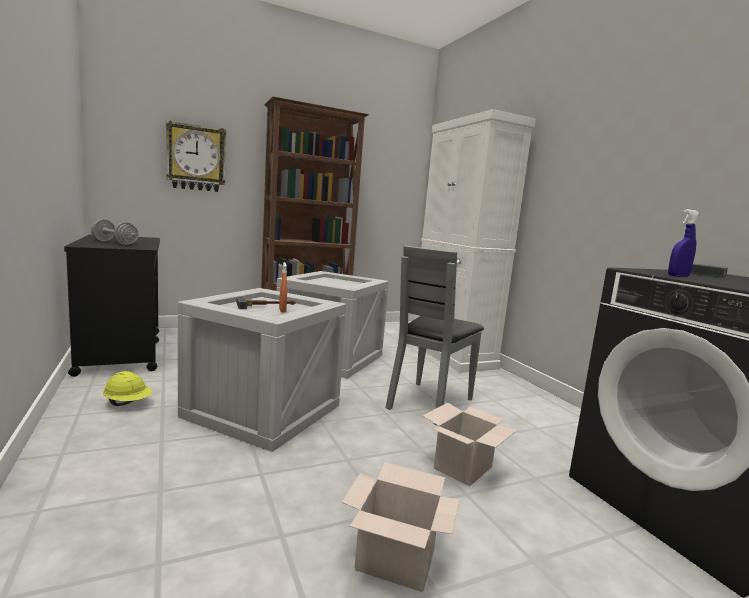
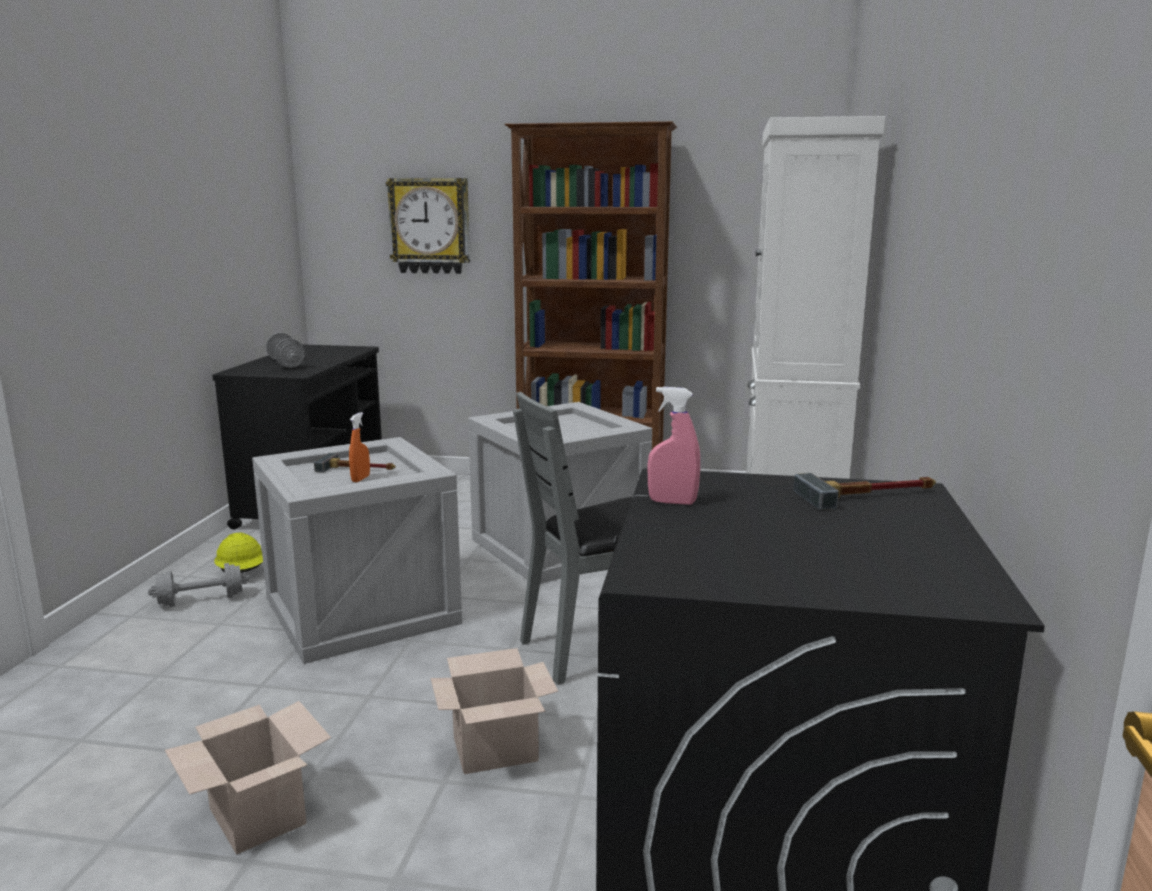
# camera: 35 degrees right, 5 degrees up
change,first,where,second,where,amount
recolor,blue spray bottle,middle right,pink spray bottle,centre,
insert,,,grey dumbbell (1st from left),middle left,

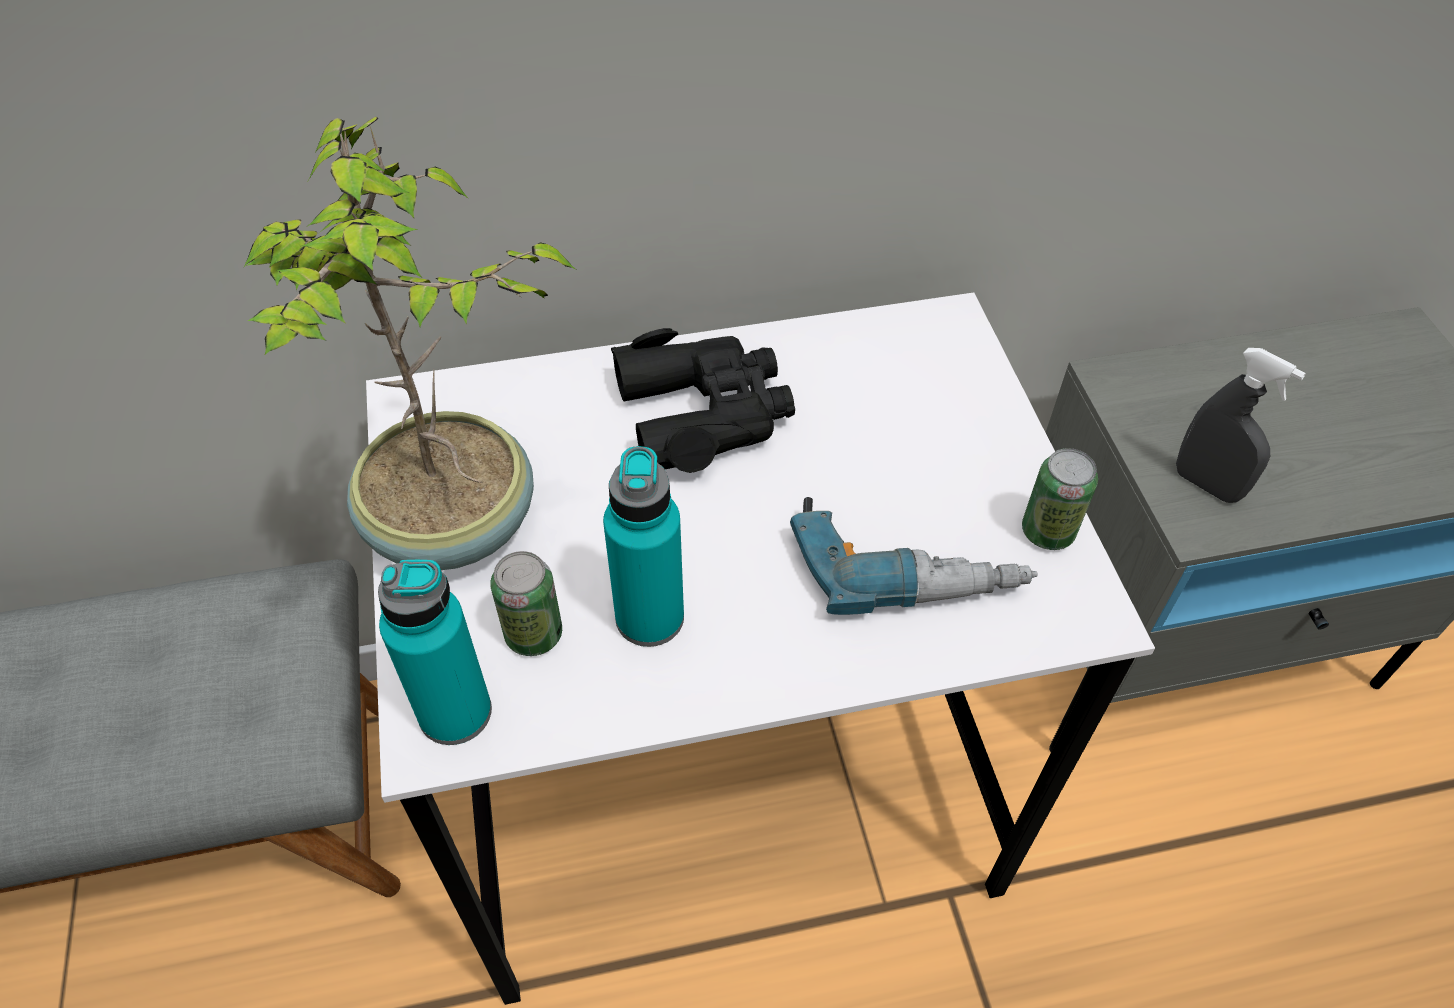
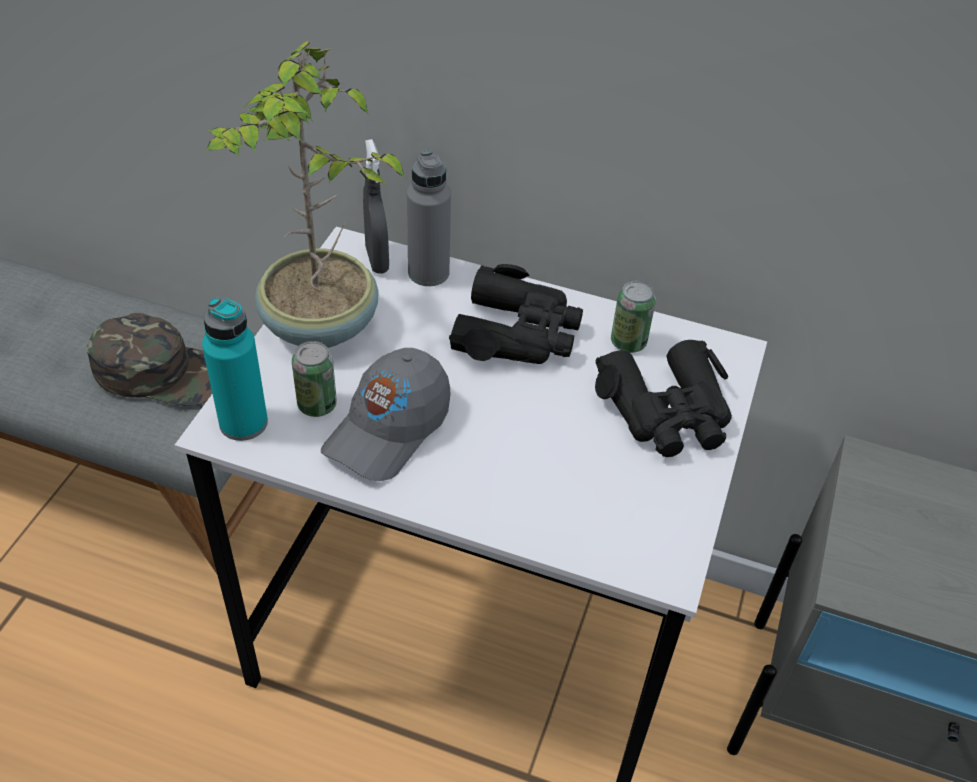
# camera: 30 degrees right, 5 degrees down
change,first,where,second,where,amount
replace,turquoise bottle (2nd from left),centre,grey cap,centre,
delete,power drill,centre,,,
move,can (2nd from left),middle right,,centre,
move,grey spray bottle,middle right,,top centre,
insert,,,green cap,middle left,
insert,,,grey bottle,top centre,
insert,,,black binoculars (2nd from left),middle right,

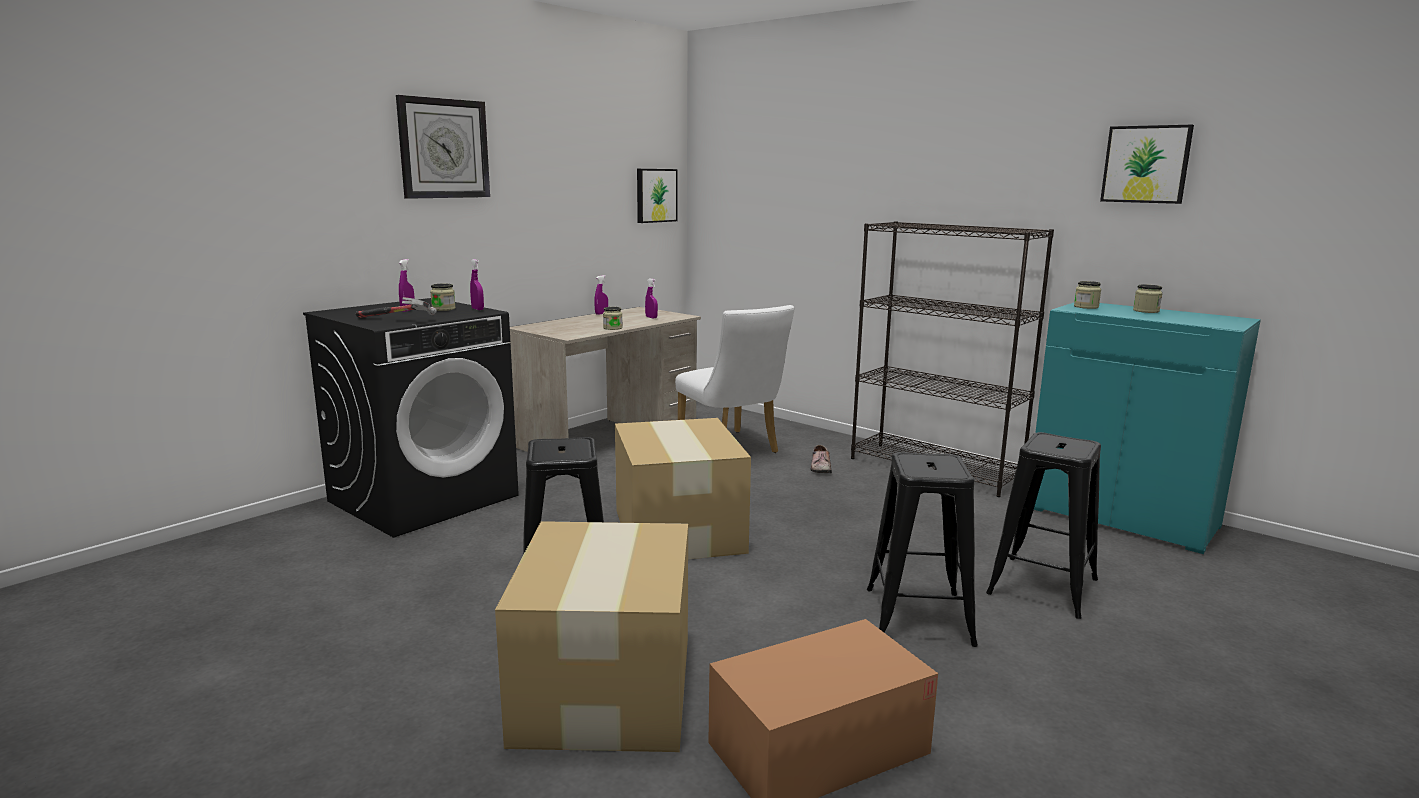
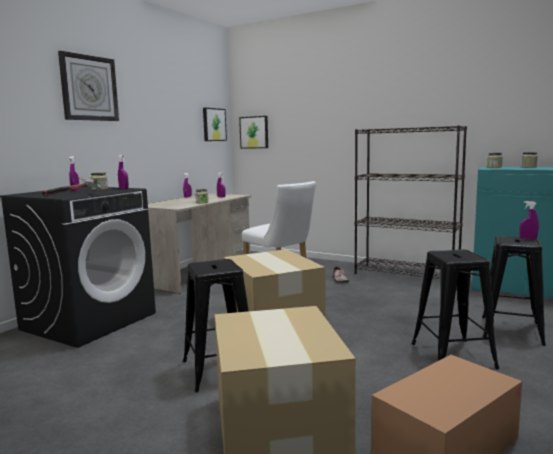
# camera: 10 degrees left, 5 degrees down
change,first,where,second,where,amount
move,picture (2nd from left),top right,,top centre,
insert,,,purple spray bottle (5th from left),middle right,

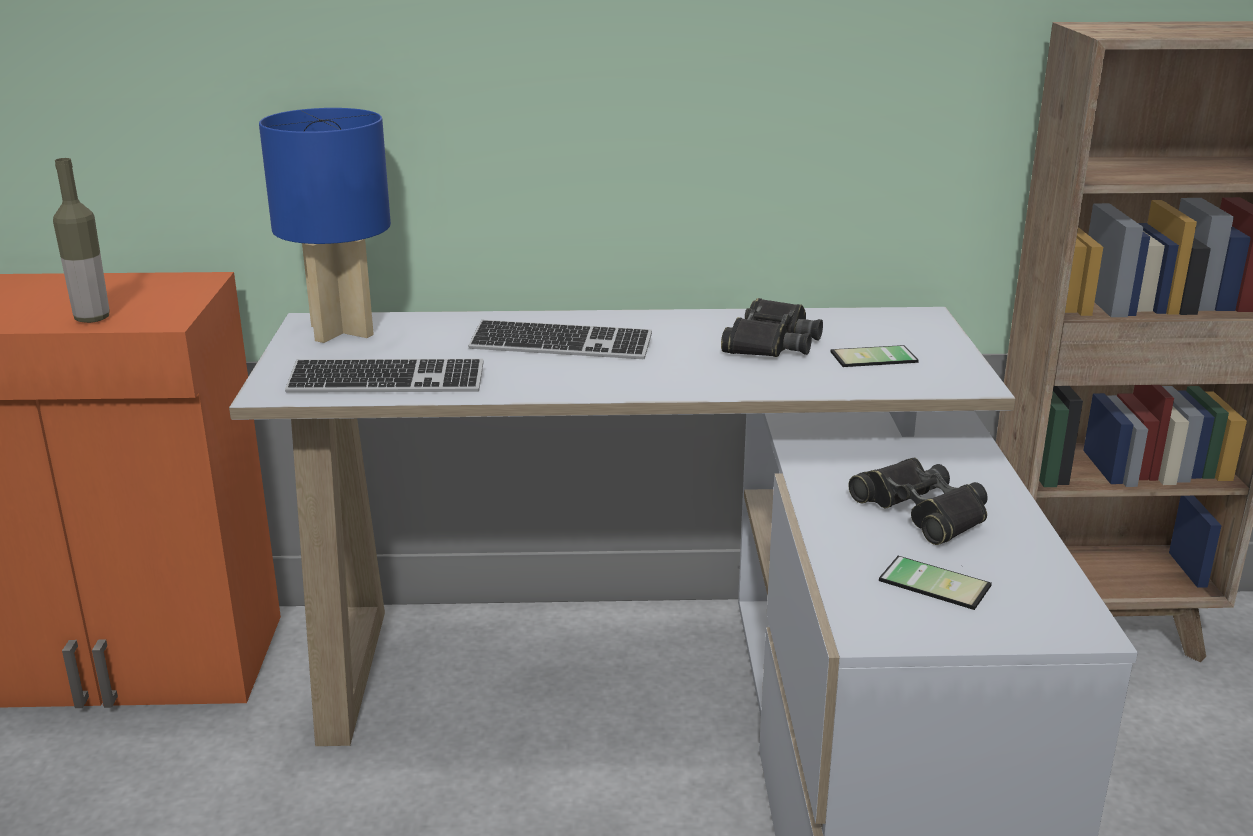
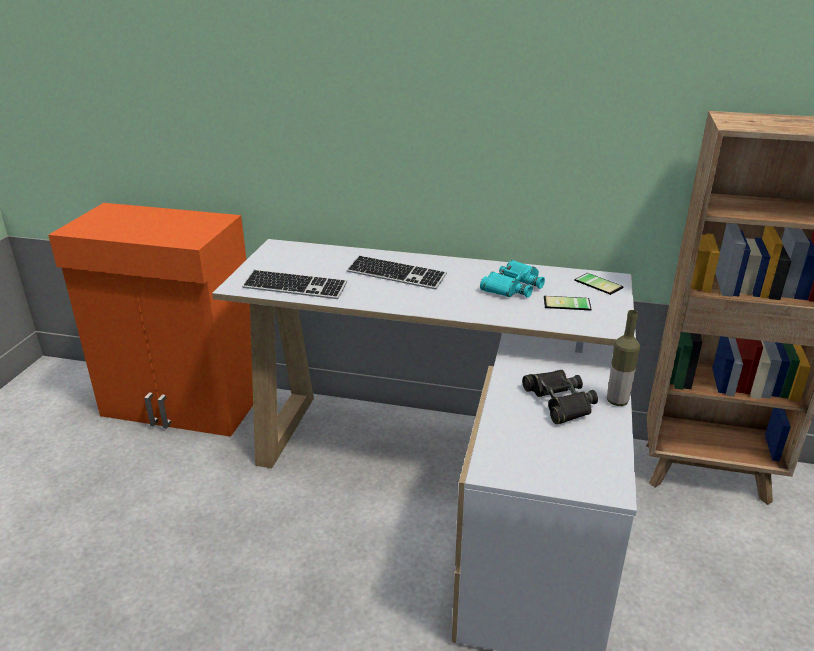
# camera: 15 degrees right, 5 degrees up
change,first,where,second,where,amount
move,bottle,top left,,middle right,
delete,blue table lamp,top left,,,
recolor,black binoculars (1st from left),centre,turquoise binoculars,centre,
move,phone (2nd from left),bottom right,,middle right,

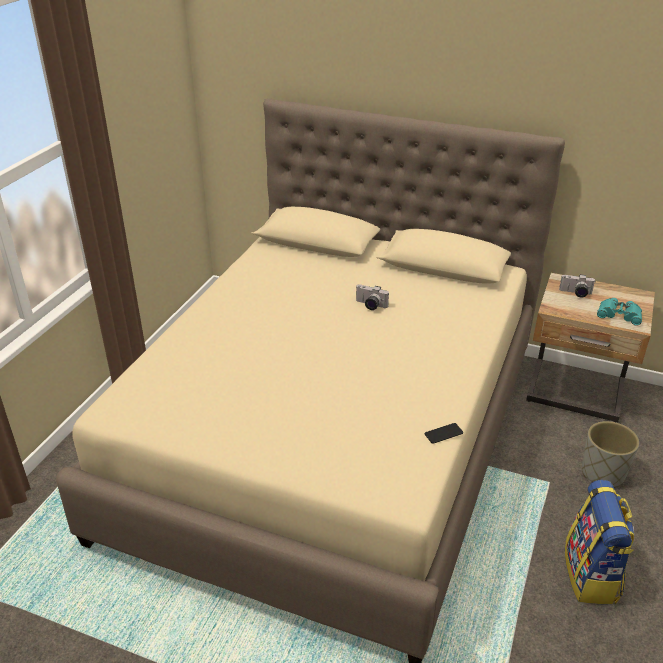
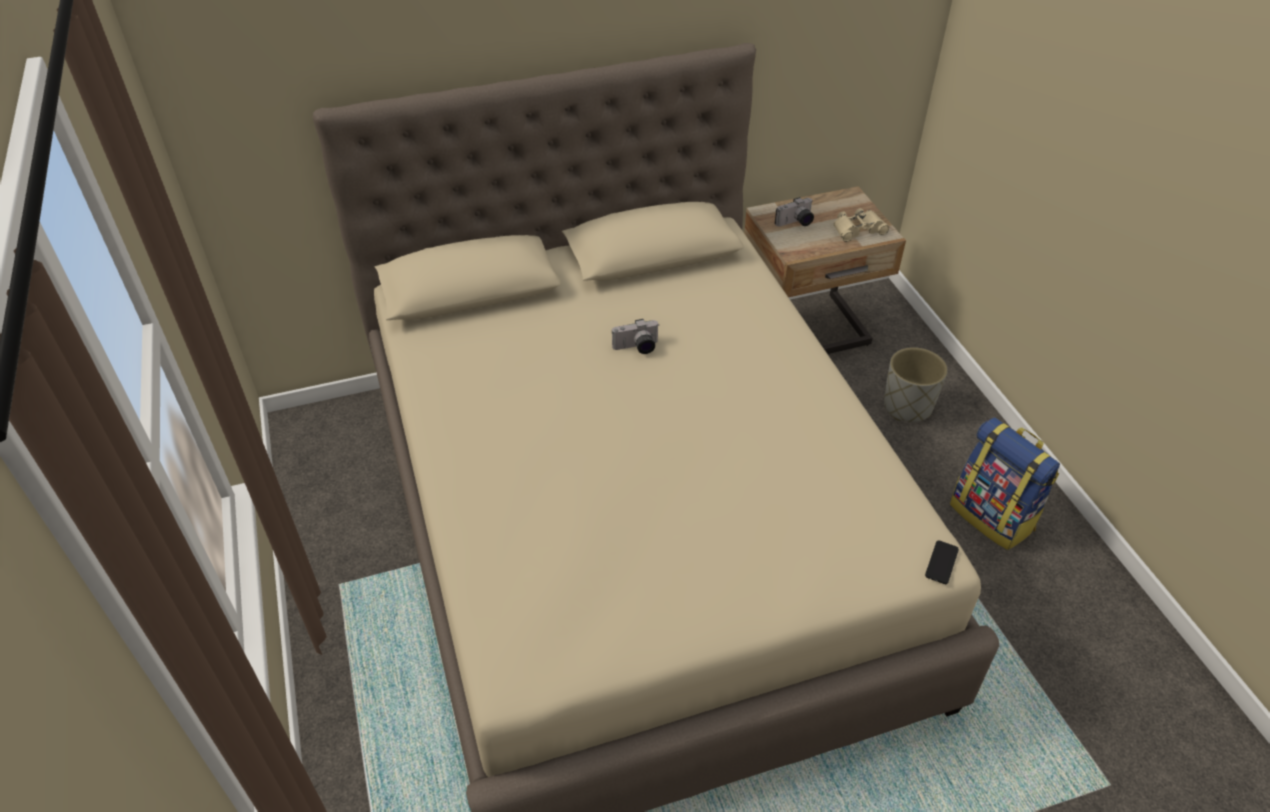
# camera: 40 degrees left, 10 degrees up
change,first,where,second,where,amount
move,phone,middle right,,bottom right,
recolor,turquoise binoculars,middle right,beige binoculars,top right,

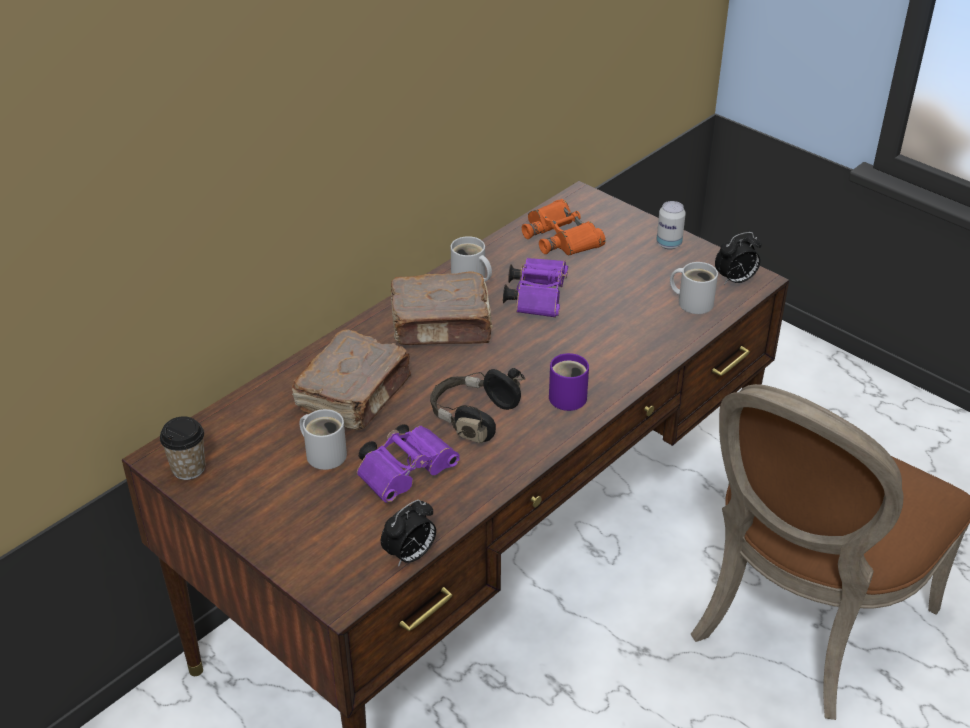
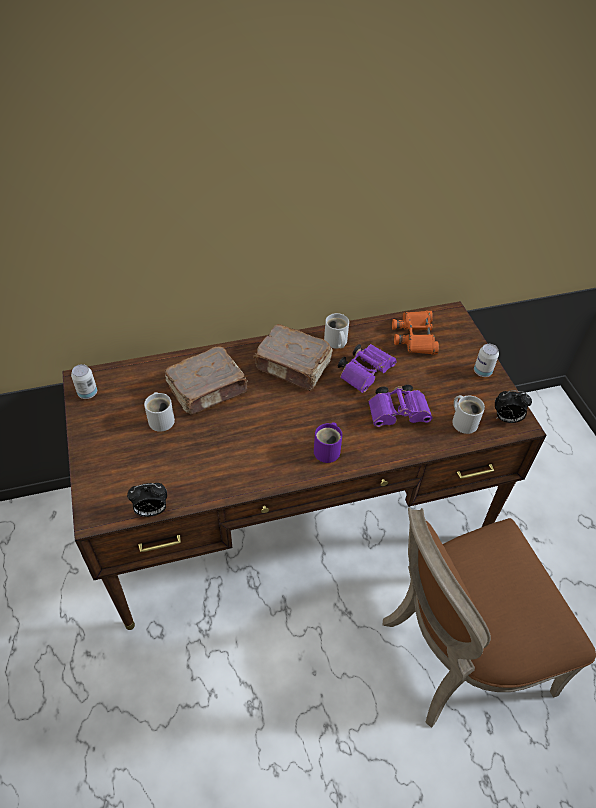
# camera: 30 degrees right, 10 degrees up
change,first,where,second,where,amount
replace,cup,middle left,can (1st from left),middle left,
move,purple binoculars (1st from left in the first image),centre,purple binoculars (2nd from left),middle right,
delete,black headphones,centre,,,

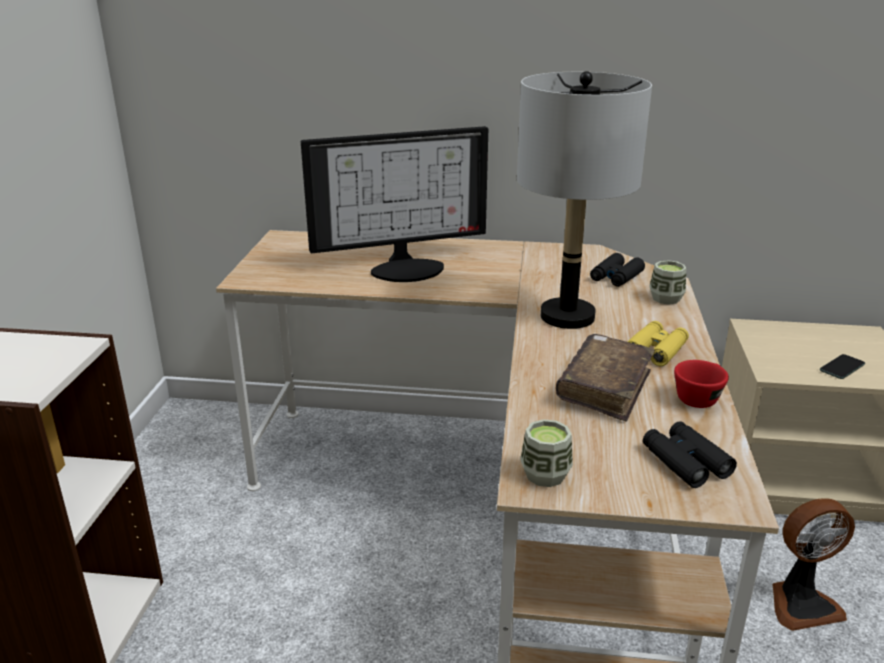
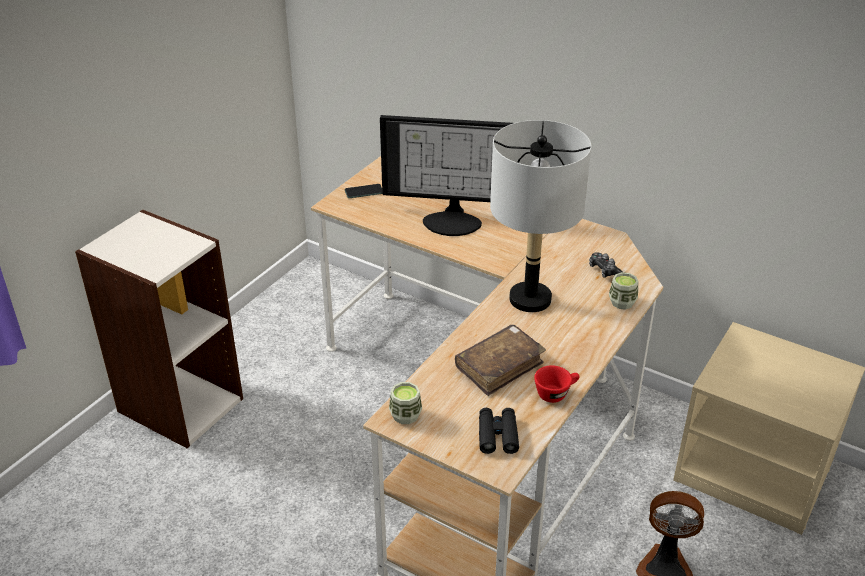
# camera: 25 degrees right, 10 degrees up
change,first,where,second,where,amount
replace,black binoculars (1st from left),middle right,game controller,middle right,
delete,yellow binoculars,middle right,,,
move,phone,middle right,,top centre,

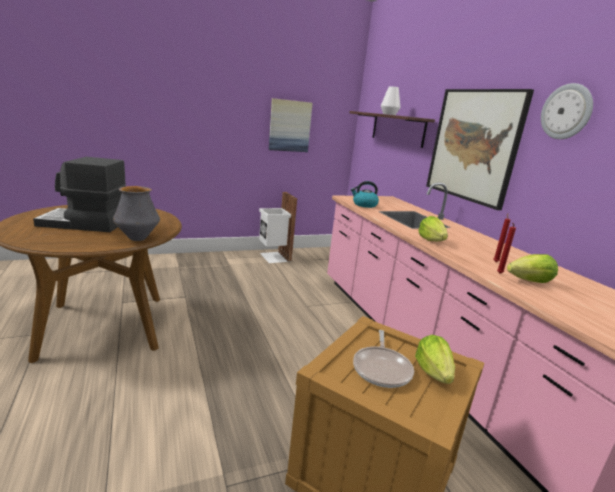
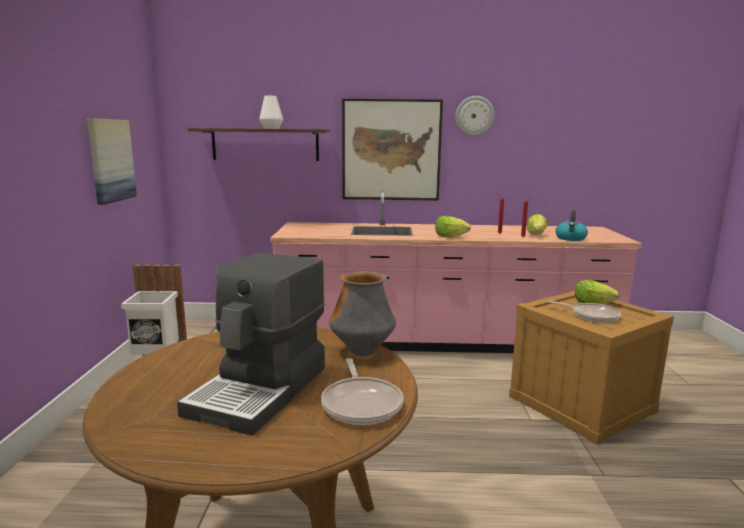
# camera: 65 degrees left, 5 degrees down
change,first,where,second,where,amount
move,kettle,centre,,middle right,
insert,,,frying pan (1st from left),bottom centre,

